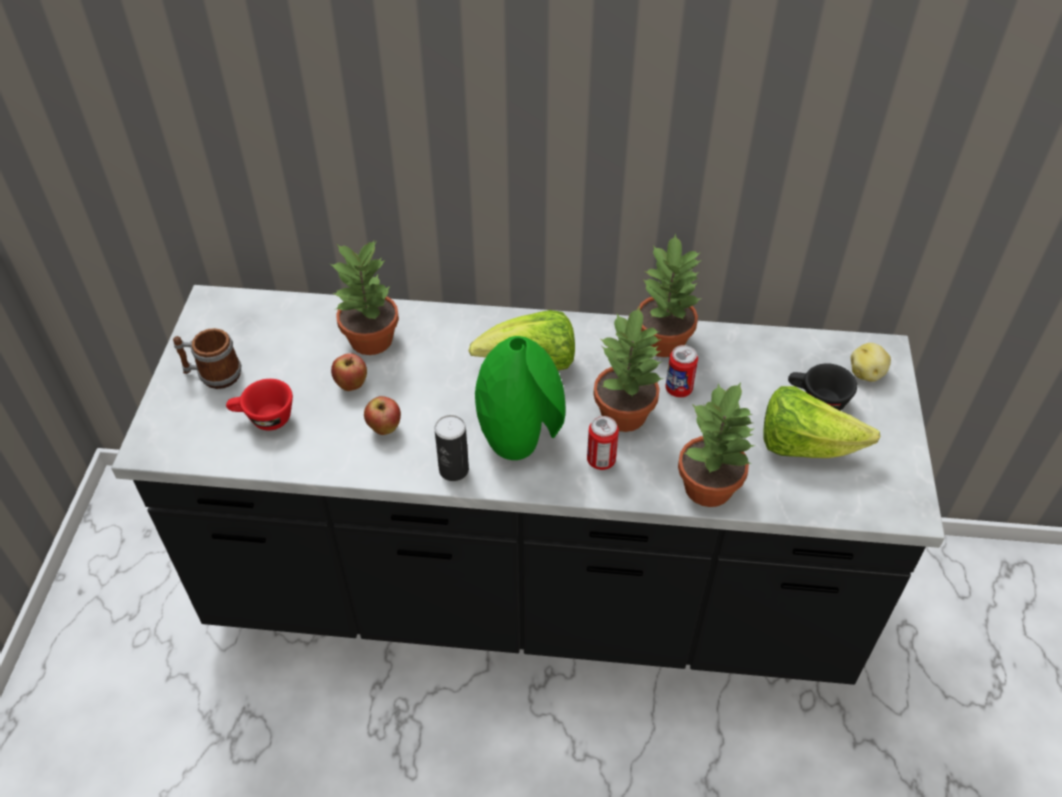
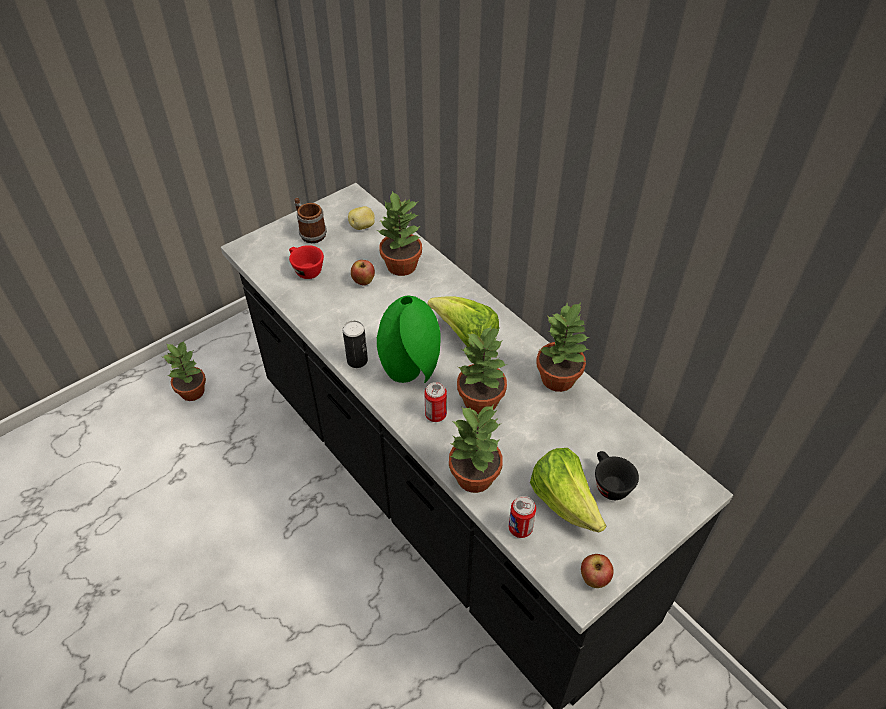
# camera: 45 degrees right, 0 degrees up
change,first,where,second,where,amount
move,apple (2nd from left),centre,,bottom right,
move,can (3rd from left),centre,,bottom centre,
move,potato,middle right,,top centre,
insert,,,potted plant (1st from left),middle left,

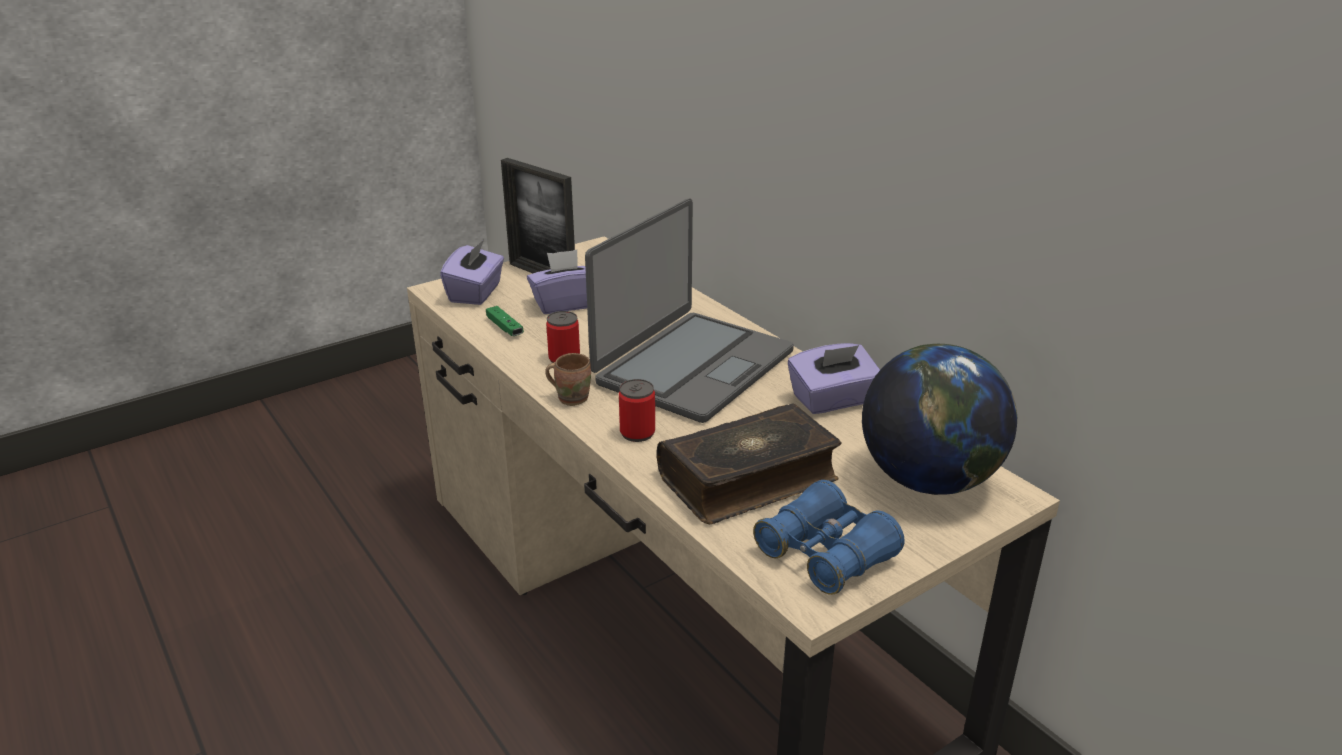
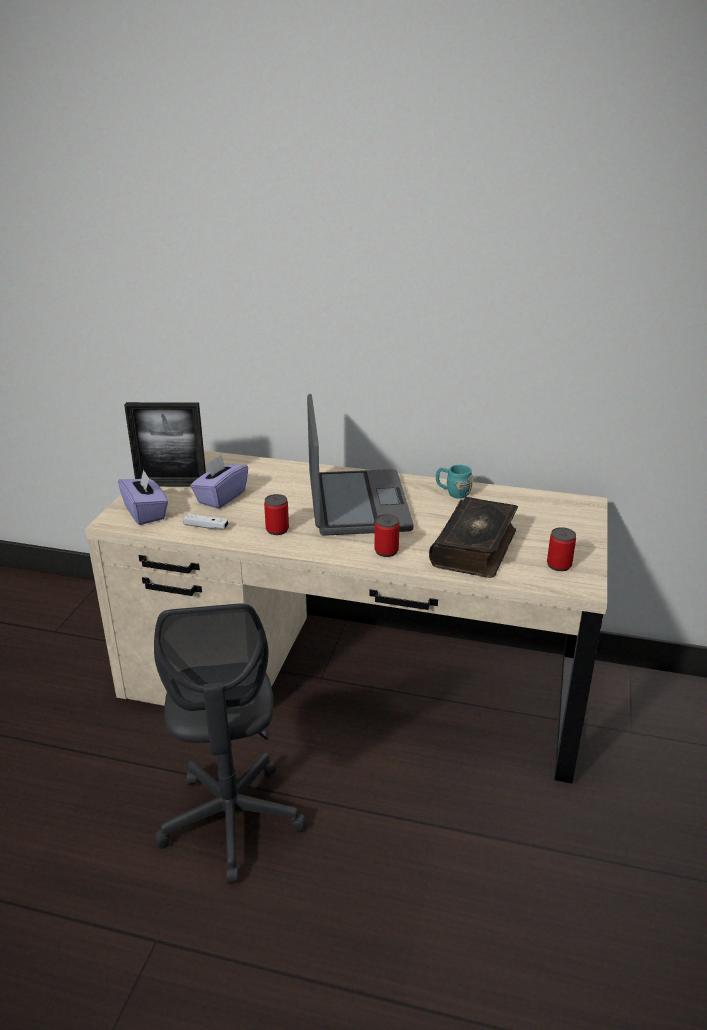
# camera: 40 degrees left, 0 degrees up
change,first,where,second,where,amount
recolor,green game controller,centre,white game controller,middle left,
delete,brown mug,centre,,,
replace,blue binoculars,bottom centre,can (3rd from left),middle right,
replace,purple tissue box (3rd from left),centre,turquoise mug,centre,
delete,globe,middle right,,,
insert,,,grey office chair,bottom left,

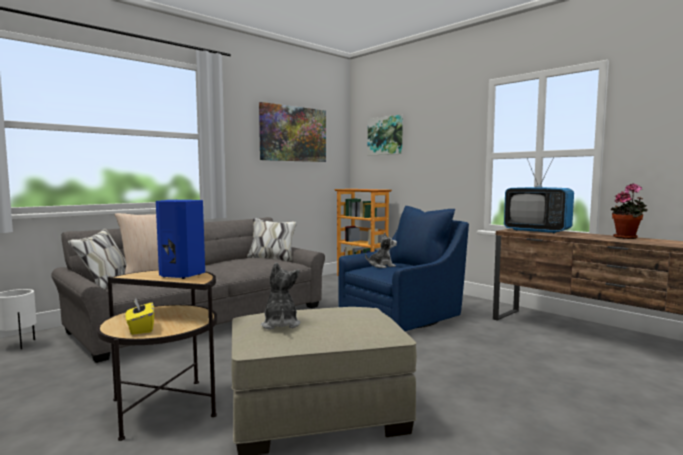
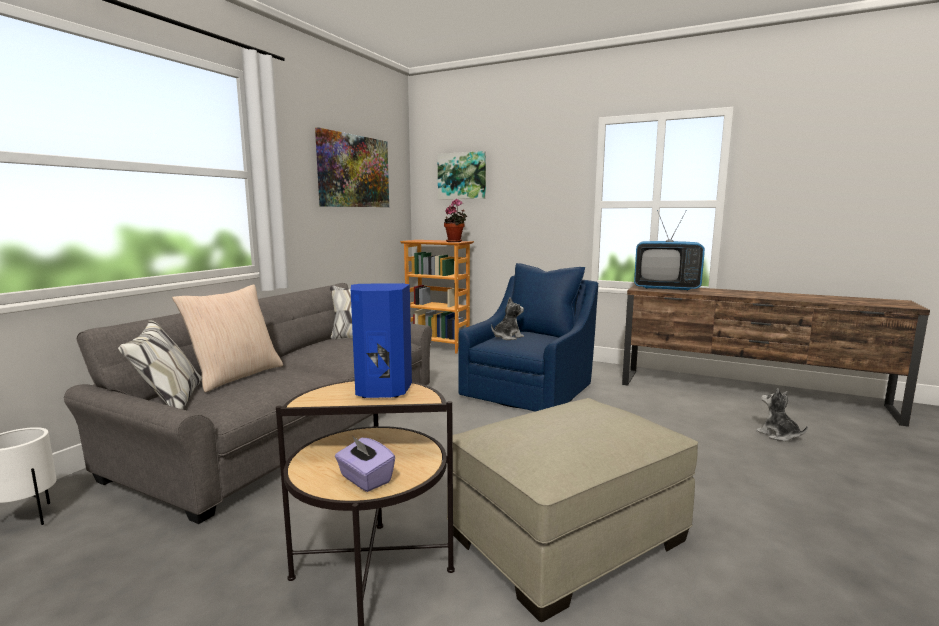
# camera: 20 degrees left, 5 degrees up
change,first,where,second,where,amount
recolor,yellow tissue box,bottom left,purple tissue box,bottom centre,
move,plush toy (1st from left in the first image),centre,plush toy (2nd from left),middle right,
move,potted plant,middle right,,centre,

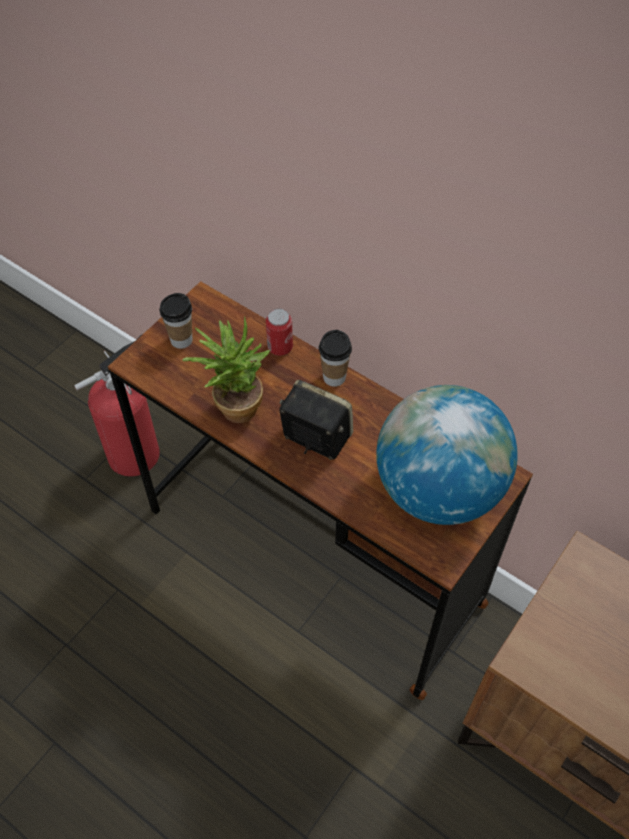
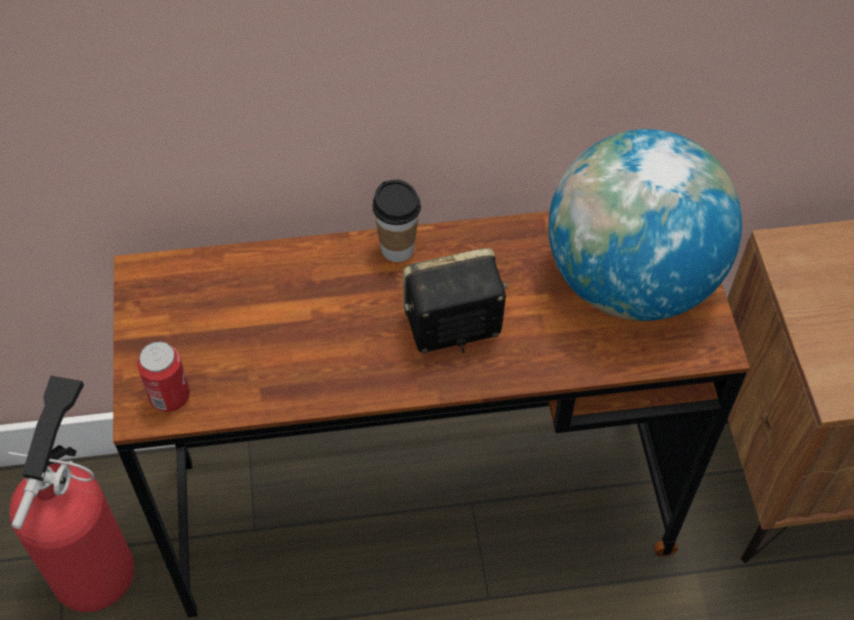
# camera: 45 degrees left, 0 degrees up
change,first,where,second,where,amount
delete,cup (1st from left),middle left,,,
delete,potted plant,centre,,,
move,can,centre,,middle left,

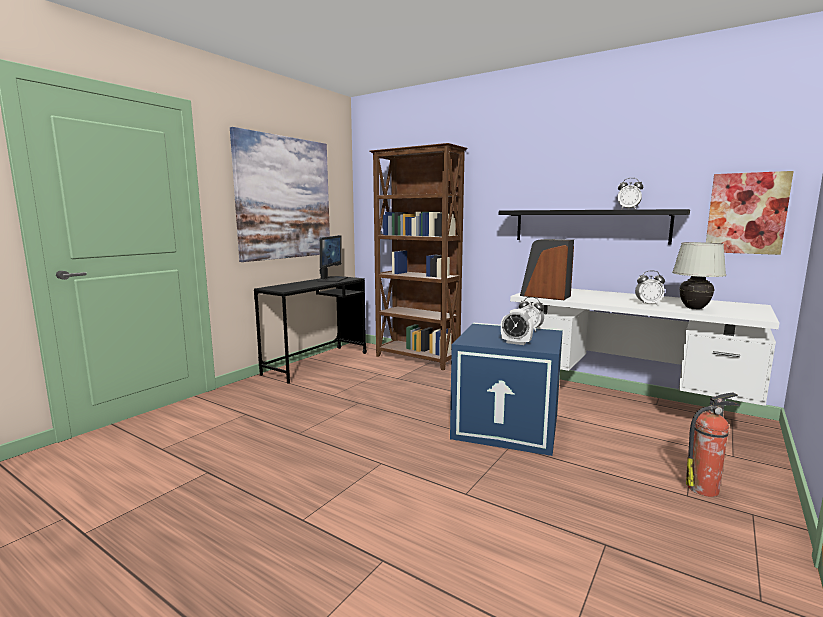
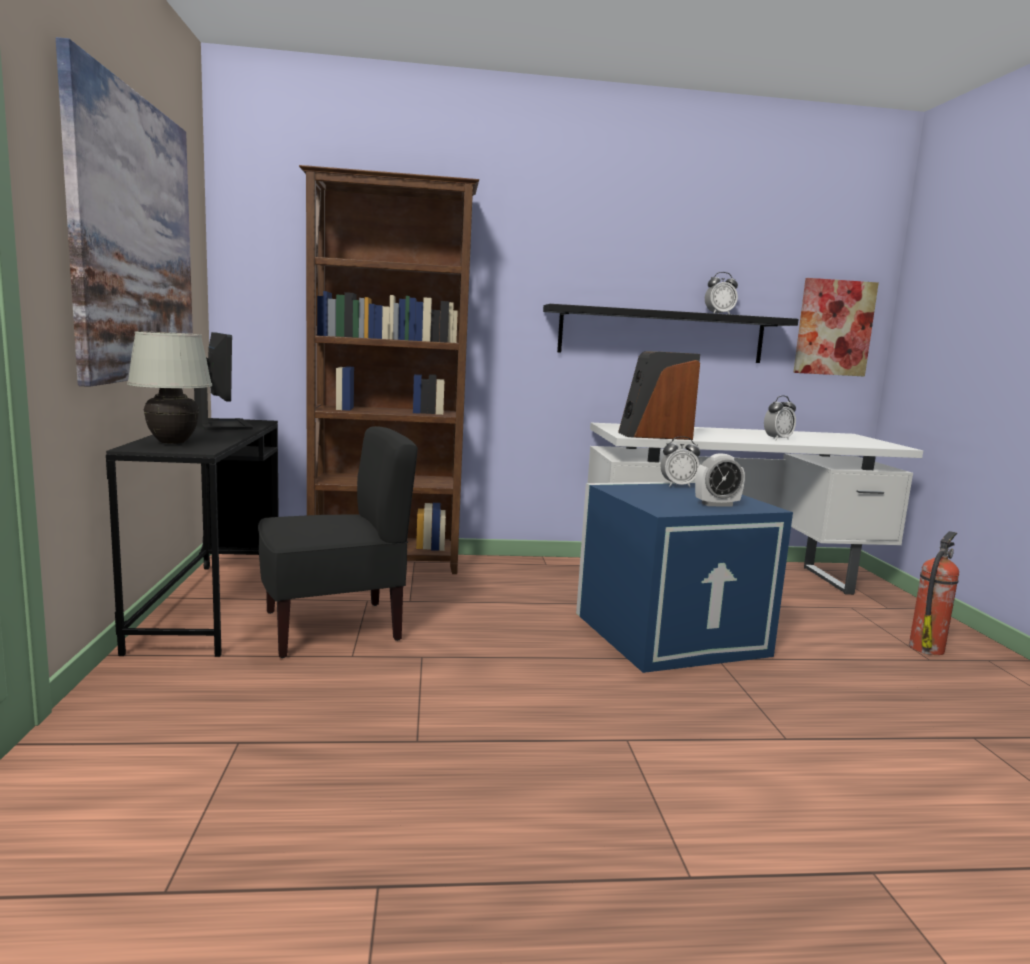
# camera: 40 degrees left, 0 degrees up
change,first,where,second,where,amount
move,white table lamp,middle right,,middle left,
insert,,,black chair,middle left,

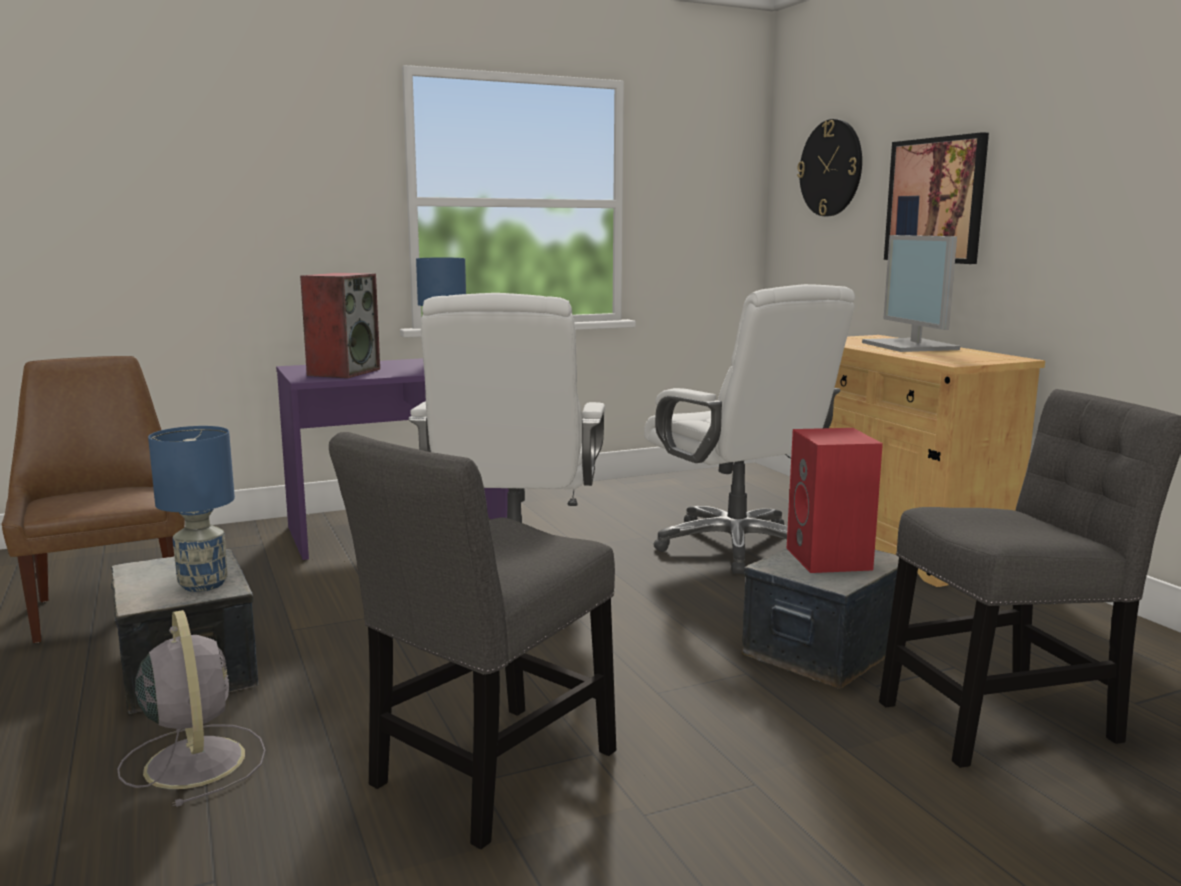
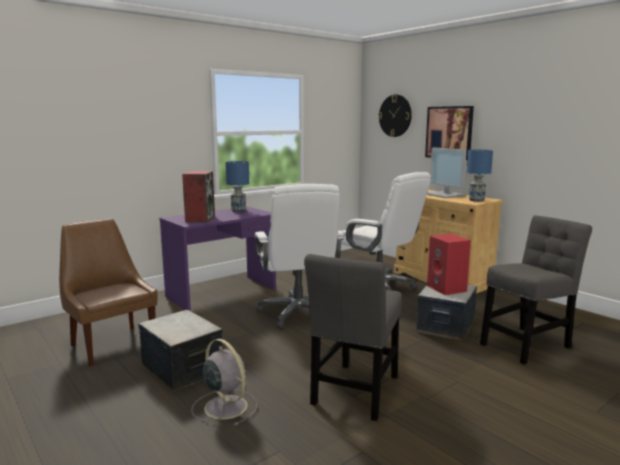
# camera: 15 degrees left, 0 degrees up
change,first,where,second,where,amount
move,blue table lamp (1st from left in the first image),middle left,blue table lamp (2nd from left),middle right,

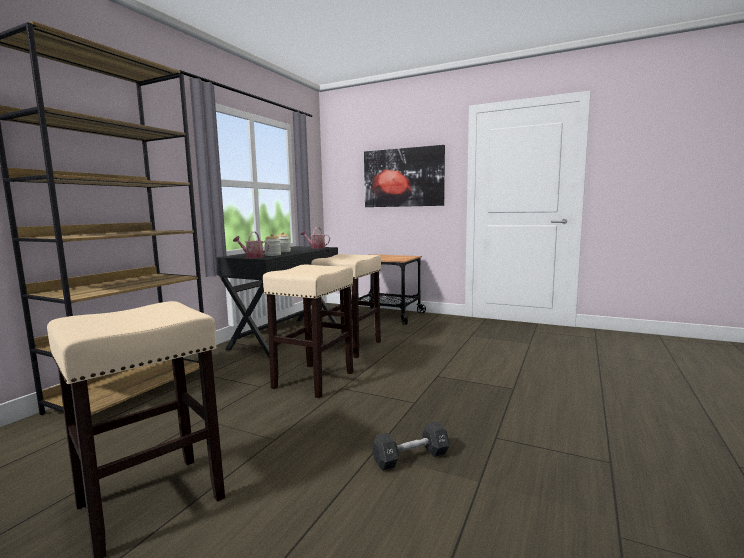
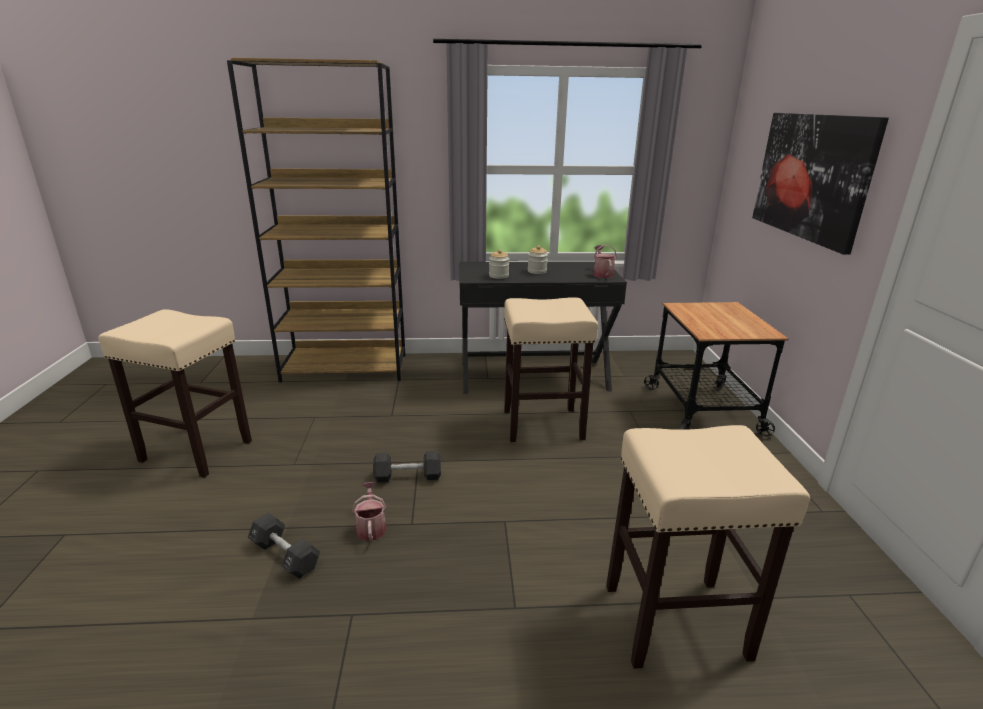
# camera: 60 degrees right, 15 degrees up
change,first,where,second,where,amount
move,watering can (1st from left),centre,,bottom centre,
move,beige stool (2nd from left in the first image),centre,beige stool (3rd from left),bottom right,
insert,,,black dumbbell (2nd from left),centre,

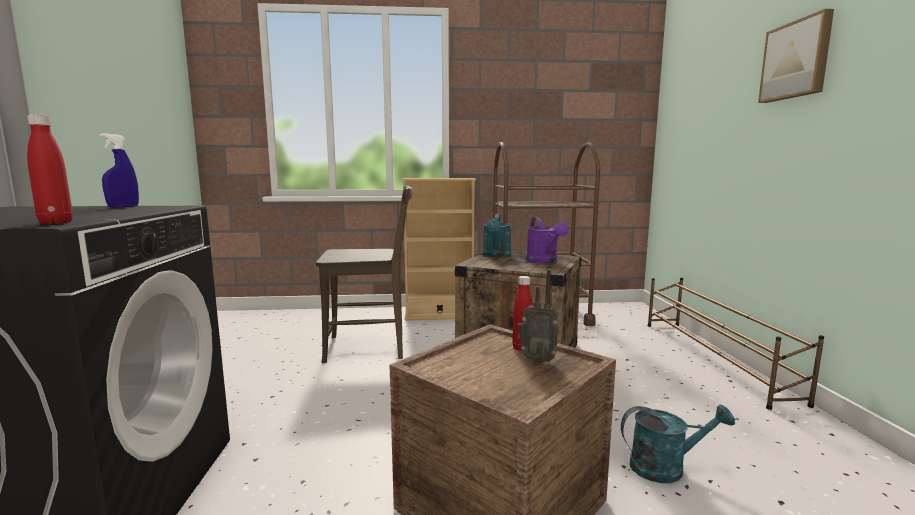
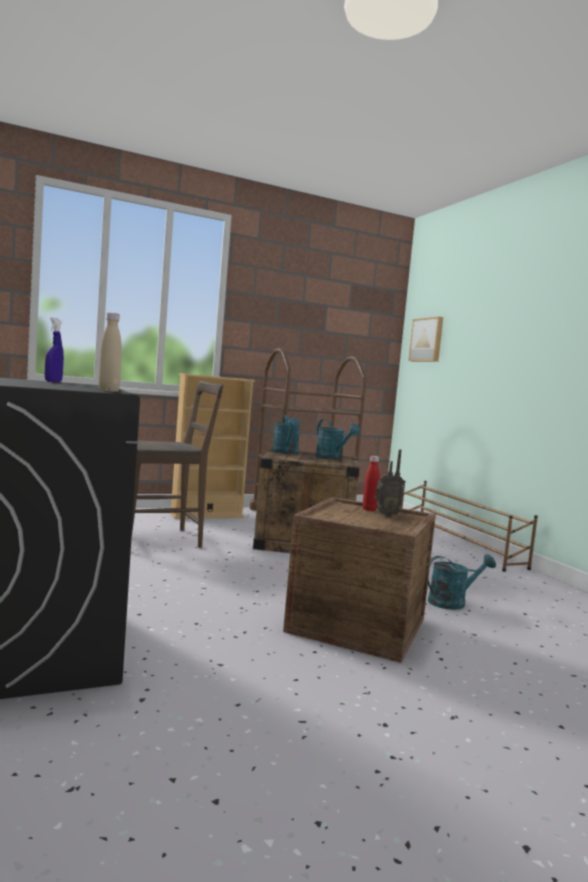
# camera: 20 degrees left, 5 degrees down
change,first,where,second,where,amount
recolor,red bottle (1st from left),top left,beige bottle,middle left,
recolor,purple watering can,centre,turquoise watering can (2nd from left),centre,
move,picture,top right,,middle right,

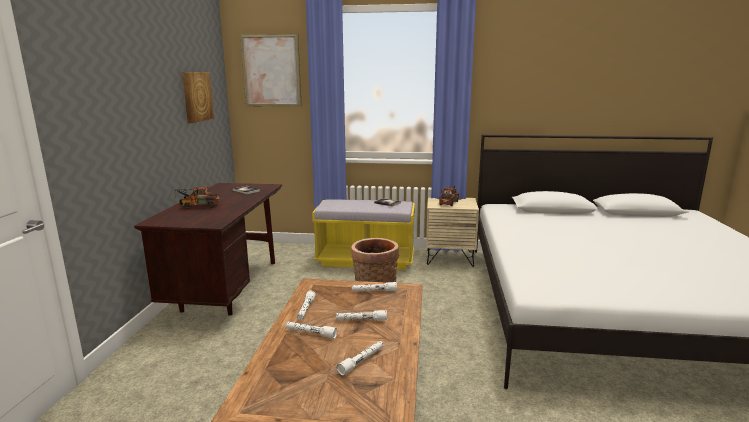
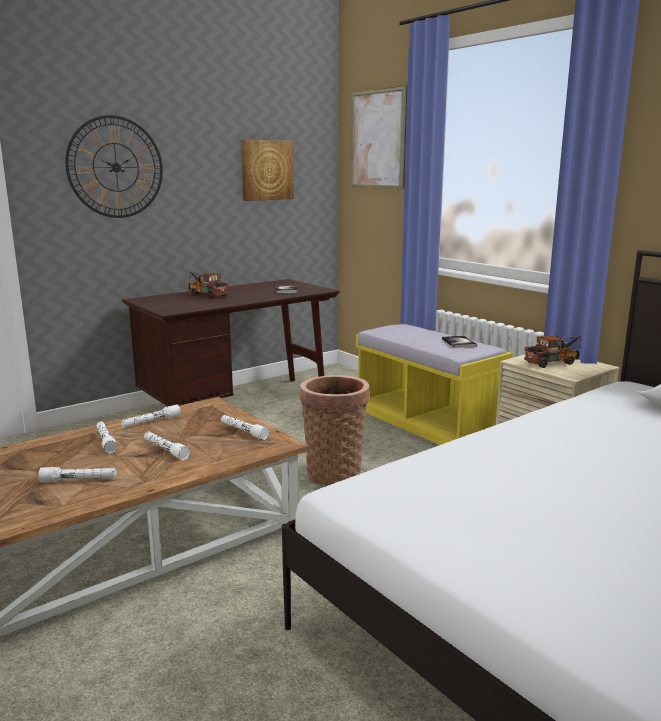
# camera: 45 degrees right, 0 degrees up
change,first,where,second,where,amount
insert,,,wall clock,top left,

